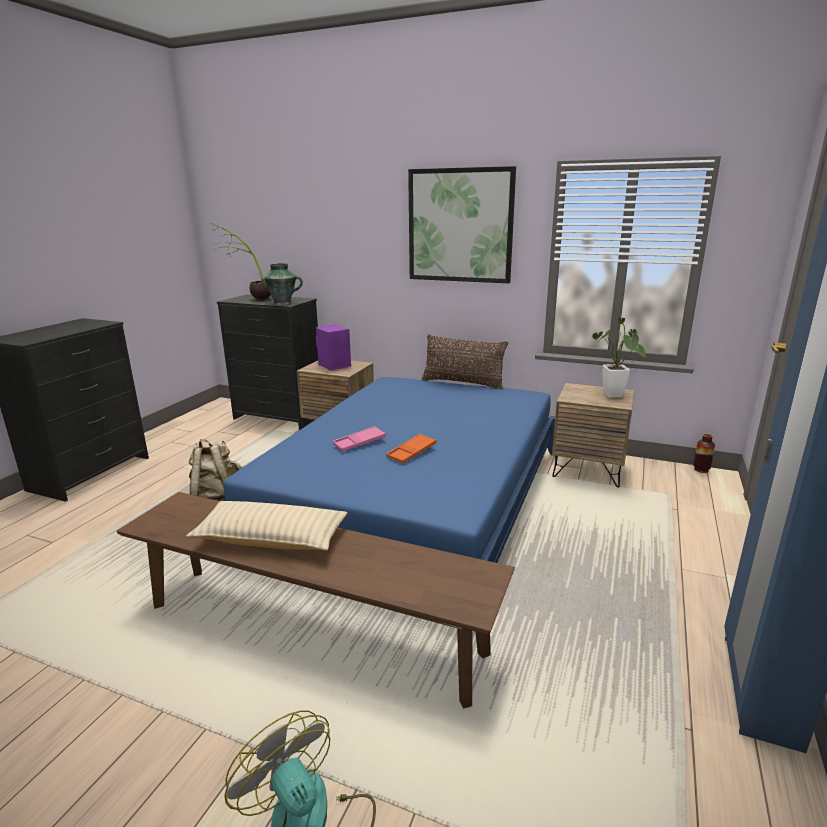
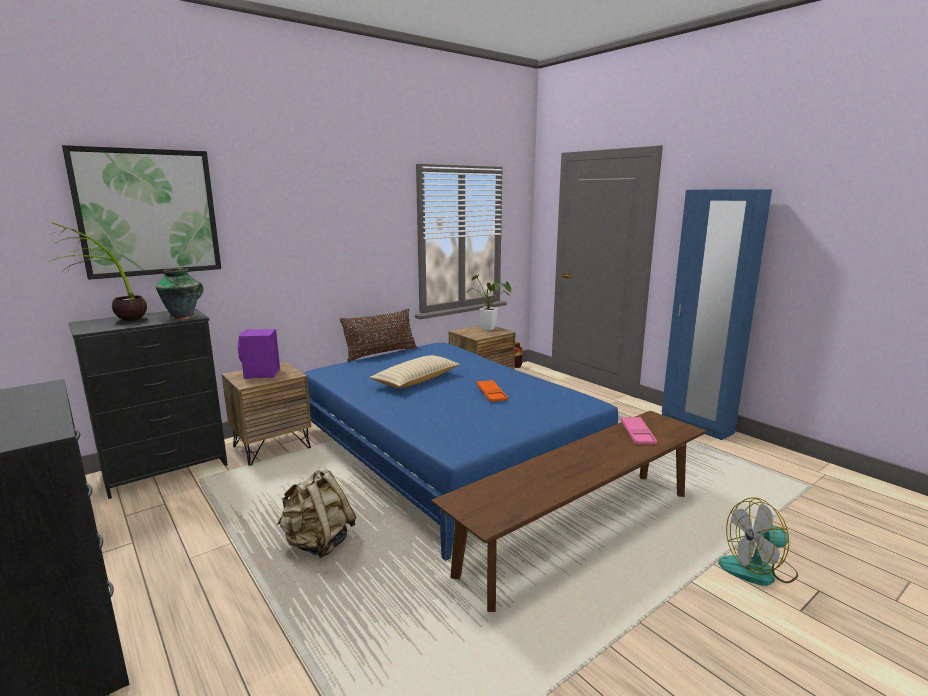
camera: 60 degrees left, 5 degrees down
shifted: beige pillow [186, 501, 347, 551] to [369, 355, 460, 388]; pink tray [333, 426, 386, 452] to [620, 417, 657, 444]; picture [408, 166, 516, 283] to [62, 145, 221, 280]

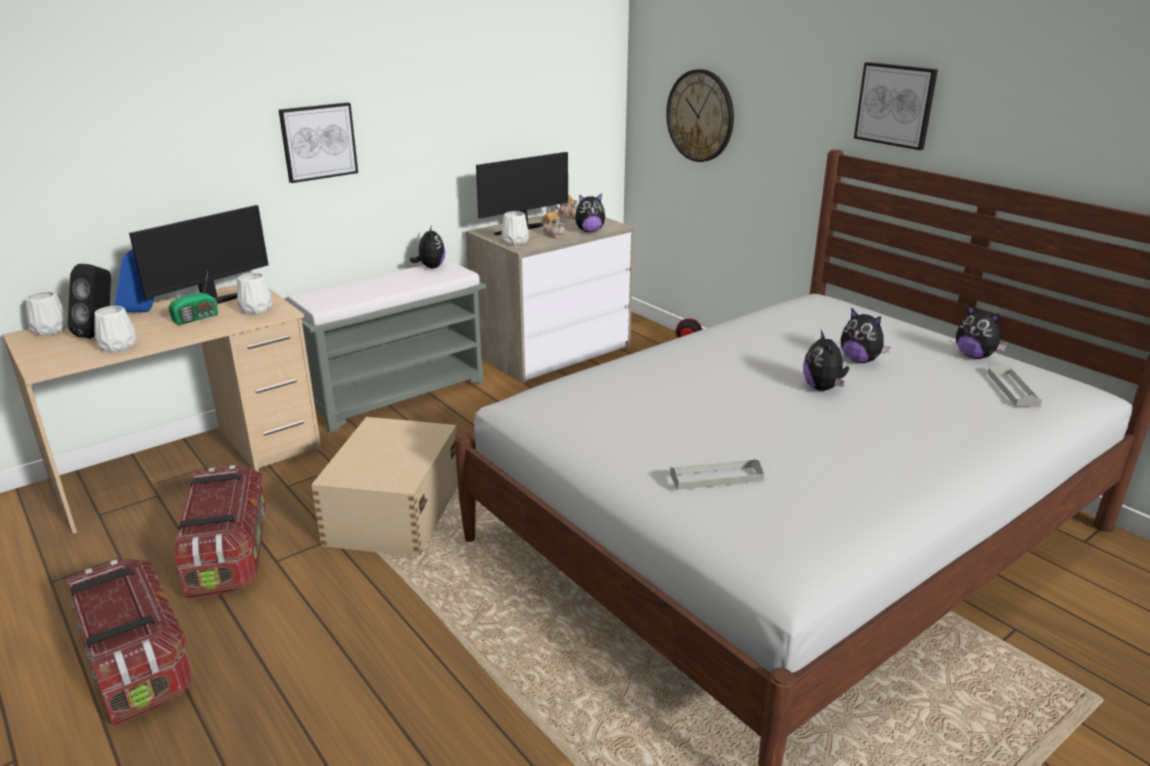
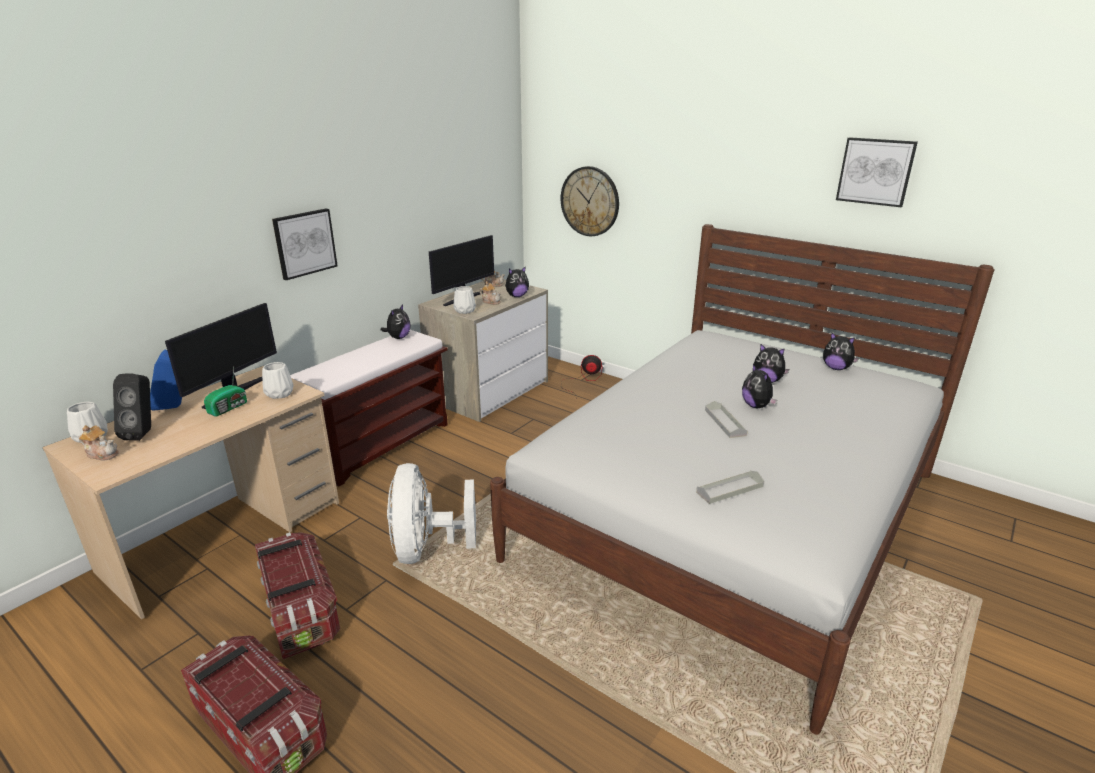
camera: 15 degrees left, 0 degrees up
gone: white vase [94, 306, 136, 352]
new: teapot [79, 425, 119, 460]
shifted: picture [854, 62, 938, 150] to [836, 137, 918, 207]; grey tray [987, 362, 1042, 407] to [705, 401, 747, 438]
swapped: beige storage box [311, 417, 458, 556] to white fan [387, 463, 476, 564]
repainted: grey bench [284, 259, 486, 433] to brown bench [290, 330, 448, 486]
rotated: plush toy [410, 227, 445, 268] = [381, 304, 411, 339] 45 degrees clockwise

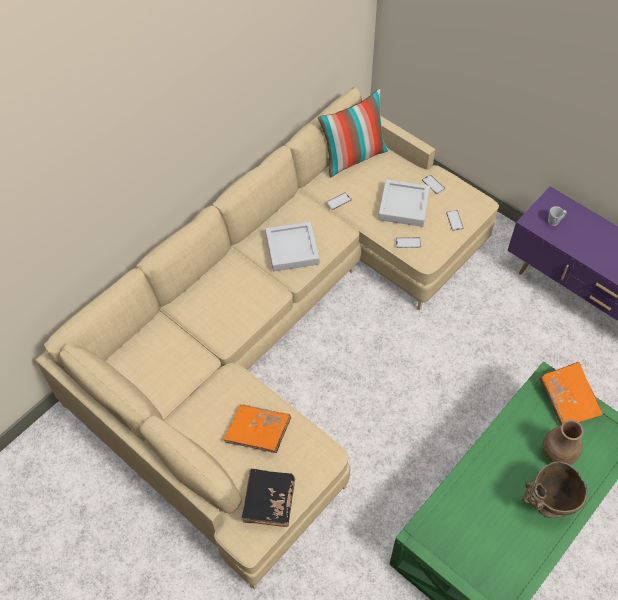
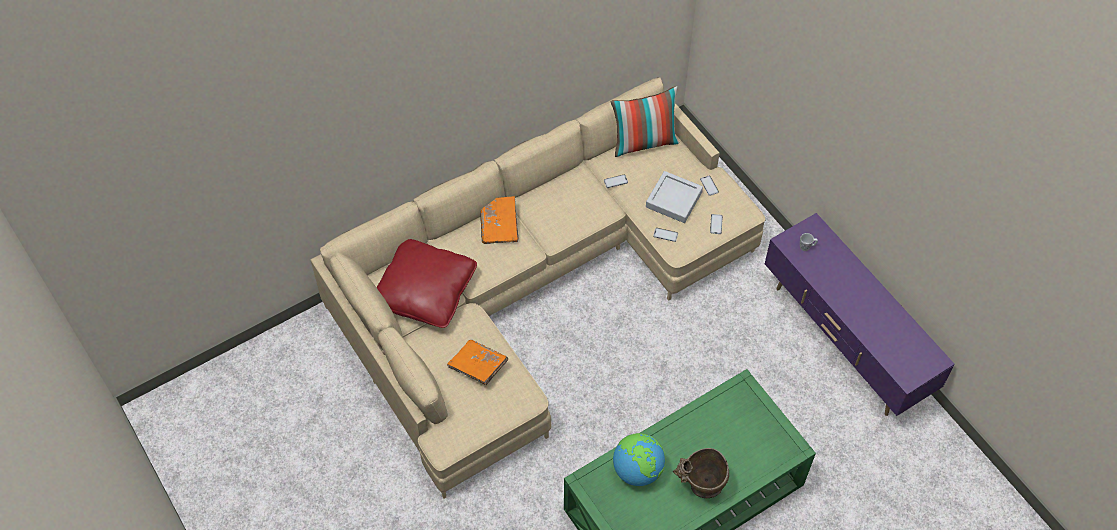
camera: 15 degrees right, 0 degrees up
gone: black book [242, 469, 295, 527]; grey tray [265, 222, 320, 272]; brown vase [543, 420, 584, 465]
new: red pillow [376, 239, 477, 328]; globe [613, 433, 665, 486]
shifted: orange book [540, 362, 603, 425] to [480, 196, 519, 244]

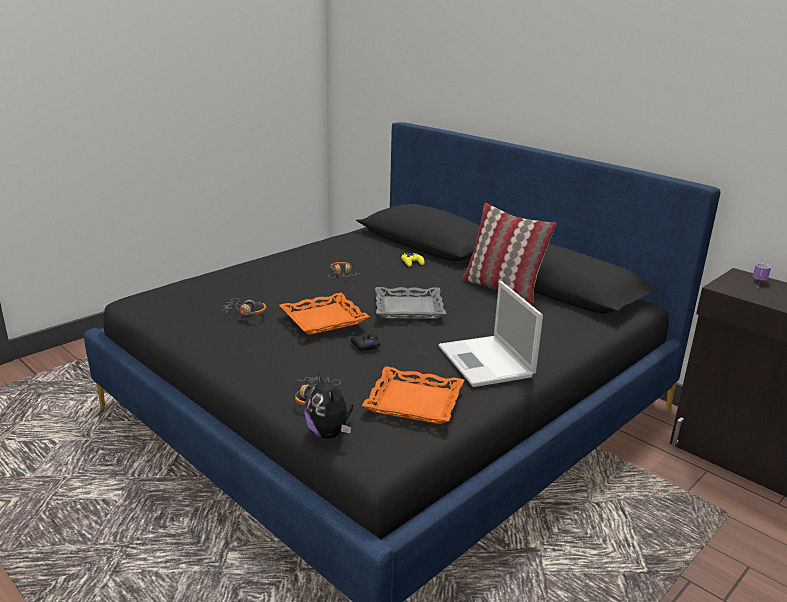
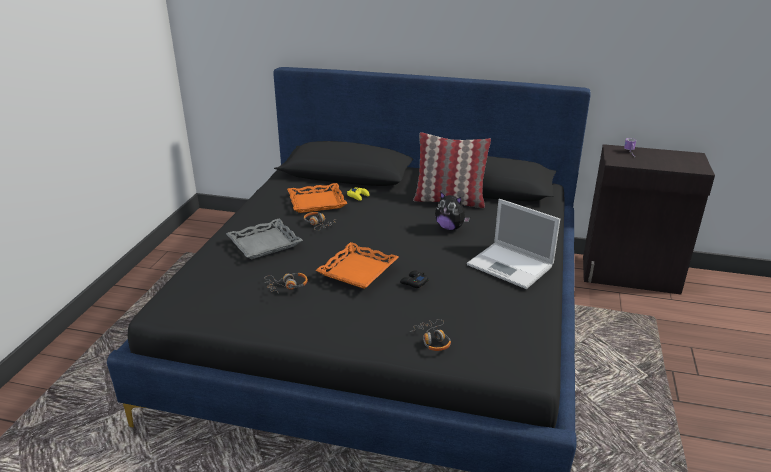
camera: 30 degrees left, 5 degrees up
shifted: plush toy [304, 372, 353, 439] to [435, 191, 470, 230]; orange tray [362, 367, 464, 424] to [287, 183, 347, 213]; grey tray [375, 287, 446, 319] to [226, 219, 303, 259]

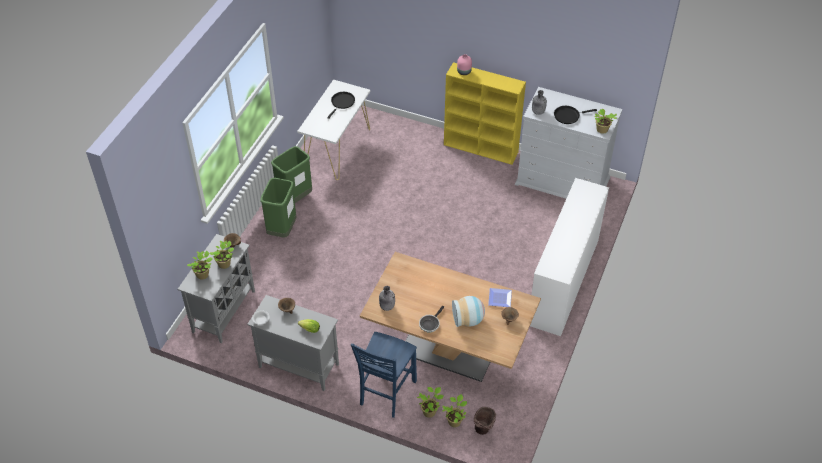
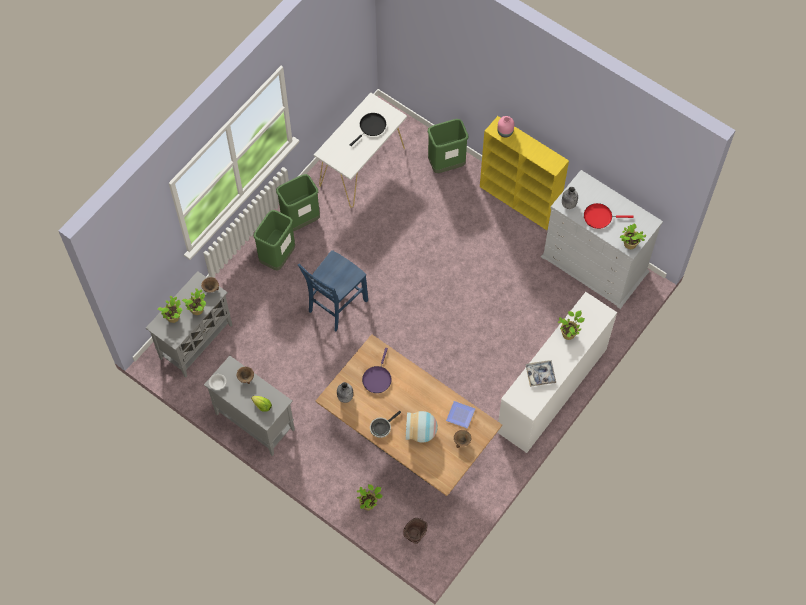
camera: 15 degrees right, 15 degrees up
new: purple frying pan [362, 348, 392, 393]; green trash can [428, 119, 468, 173]; tray [526, 360, 556, 387]
shifted: blue chair [351, 332, 417, 418] to [298, 250, 368, 332]; potted plant [442, 394, 467, 427] to [558, 310, 585, 340]
repainted: black frying pan [554, 106, 597, 124] to red frying pan [584, 203, 633, 229]

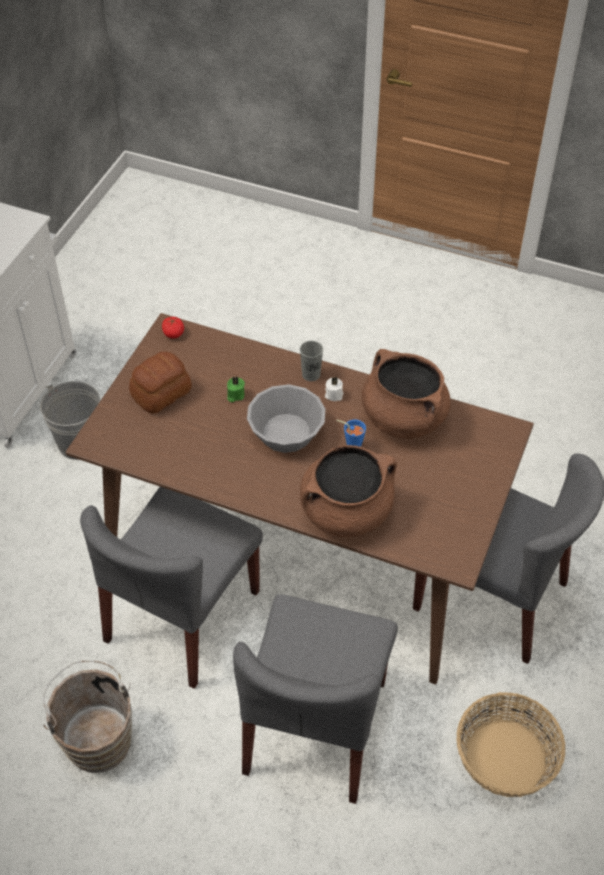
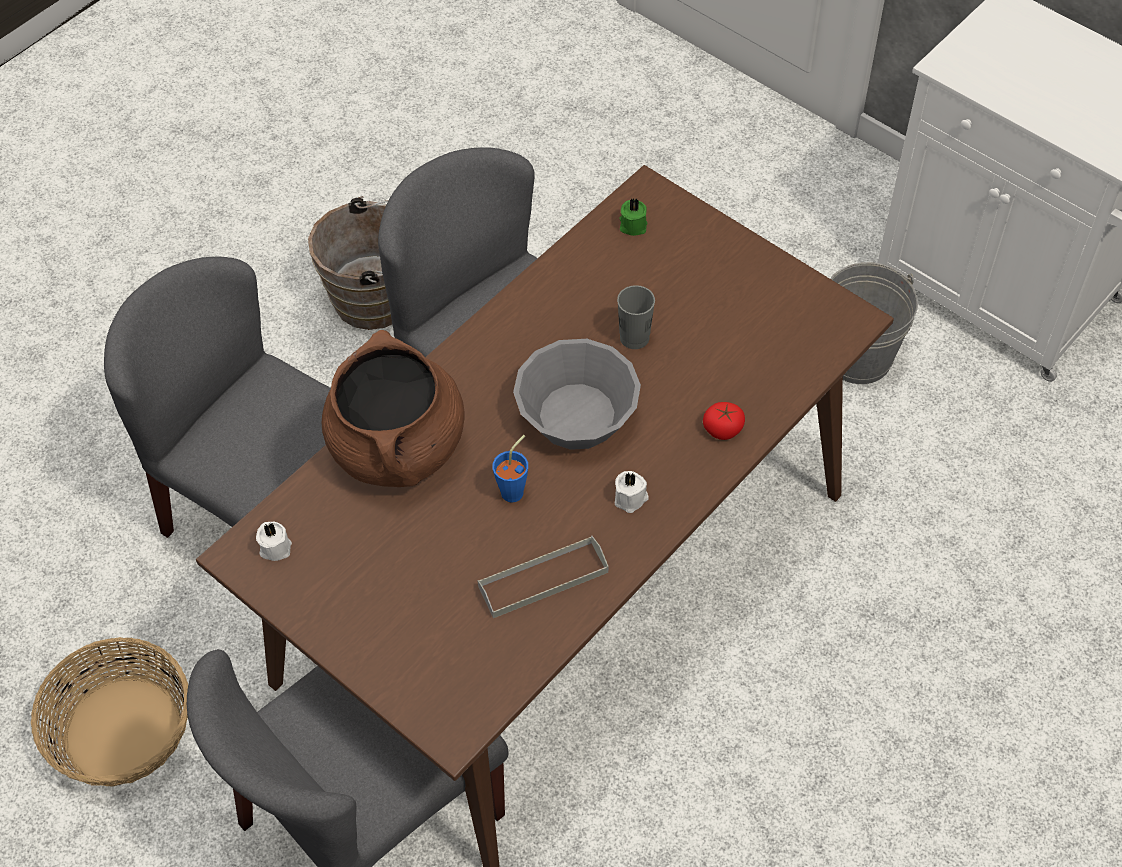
camera: 110 degrees right, 5 degrees up
gone: bread [129, 352, 192, 414]
new: white candle [256, 522, 292, 561]
shifted: tomato [162, 317, 184, 339] to [703, 402, 745, 440]; green candle [227, 376, 245, 402] to [619, 198, 647, 236]; grey cup [300, 341, 323, 381] to [617, 285, 655, 349]
swapped: brown cooking pot [362, 349, 451, 439] to grey tray [477, 536, 608, 618]

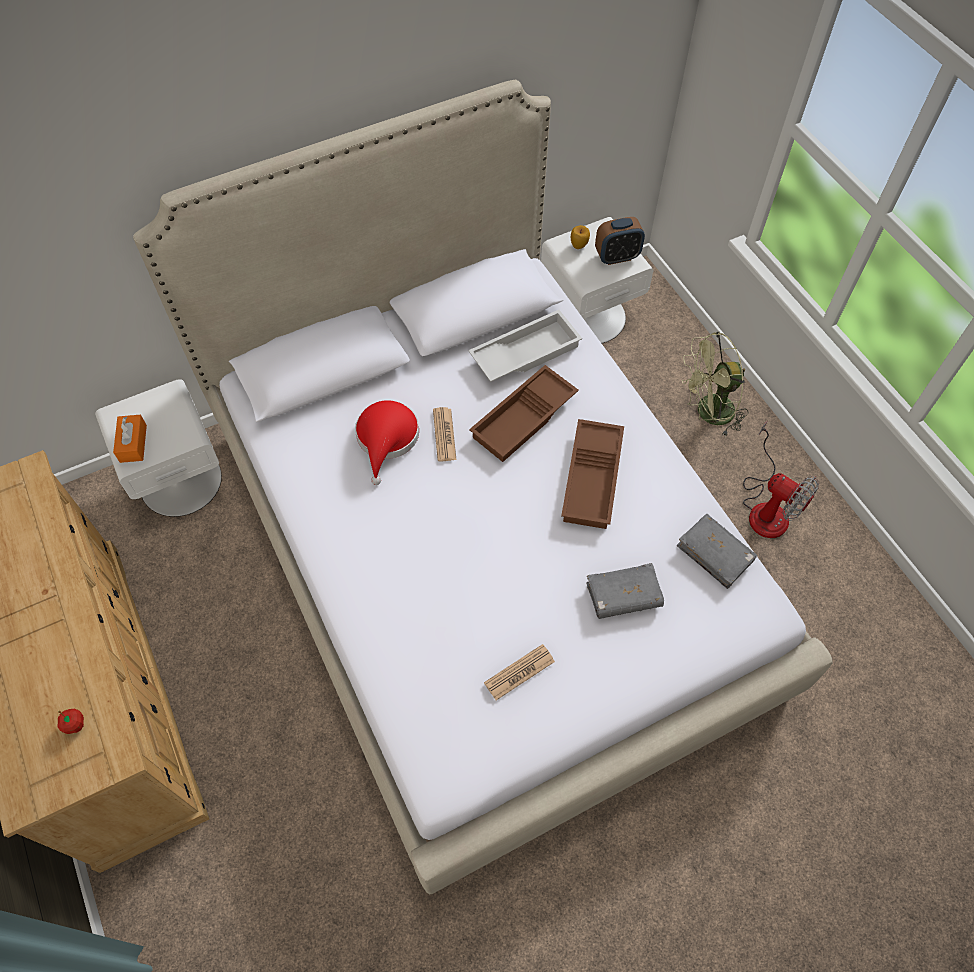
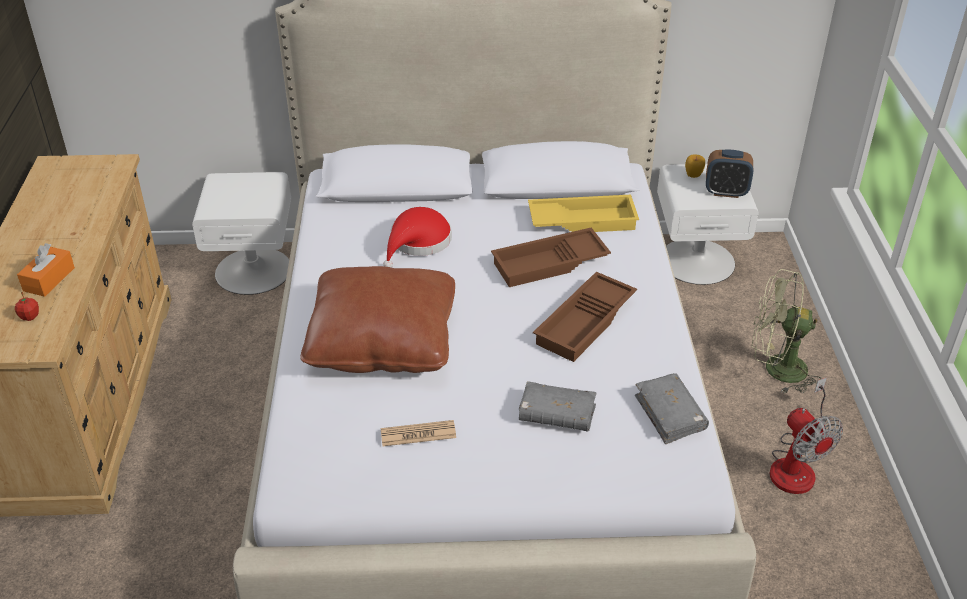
camera: 25 degrees right, 20 degrees down
gone: newspaper [433, 407, 456, 461]
new: brown pillow [300, 266, 455, 373]
shifted: orange tissue box [113, 415, 147, 463] to [17, 243, 75, 297]
repainted: white tray [468, 310, 582, 382] to yellow tray [528, 195, 639, 232]

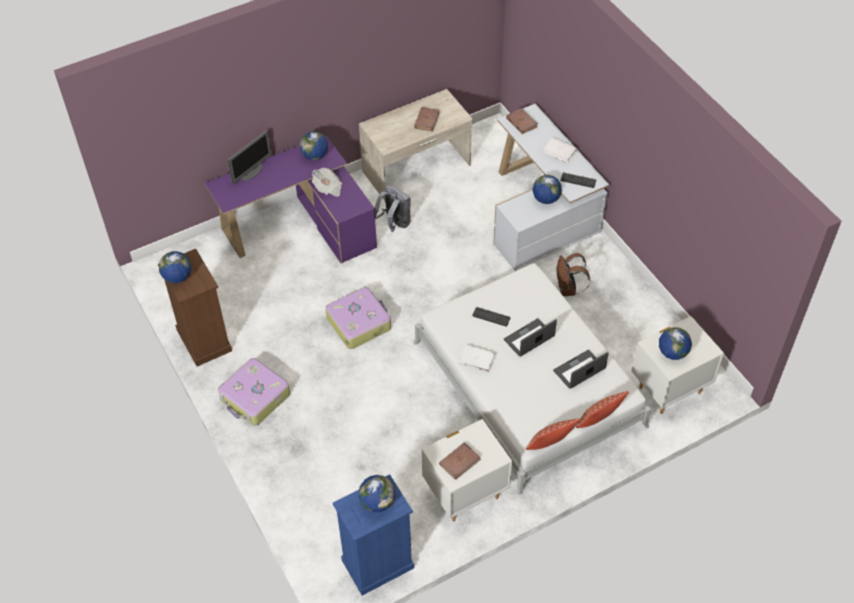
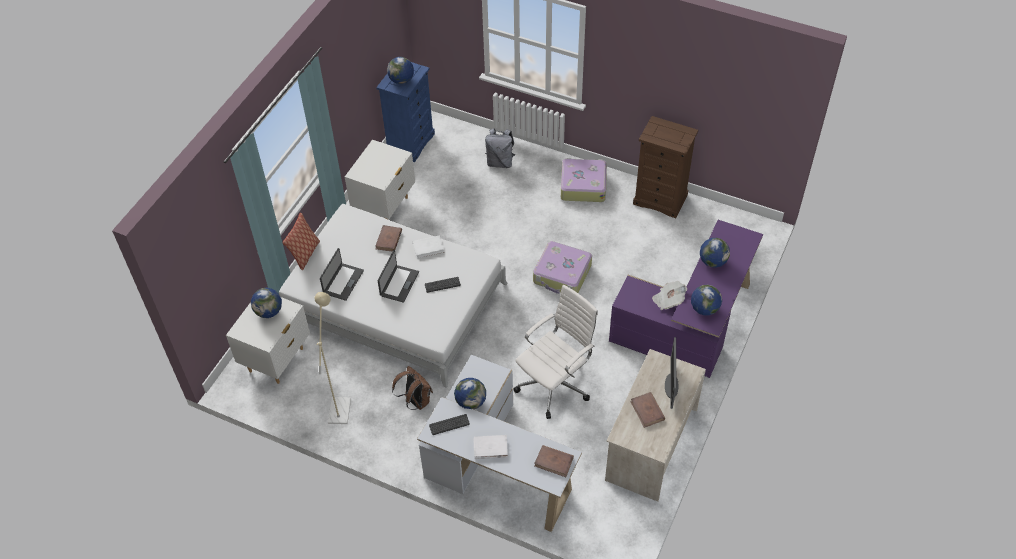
camera: 145 degrees right, 0 degrees up
gone: pillow [526, 418, 580, 450]
new: beige floor lamp [315, 292, 351, 424]; white office chair [513, 285, 598, 419]
shifted: globe [159, 251, 192, 283] to [700, 238, 730, 268]; monitor [227, 130, 272, 185] to [665, 337, 679, 409]; grey backpack [375, 186, 411, 232] to [485, 128, 515, 168]; brown book [439, 442, 481, 480] to [375, 225, 402, 252]

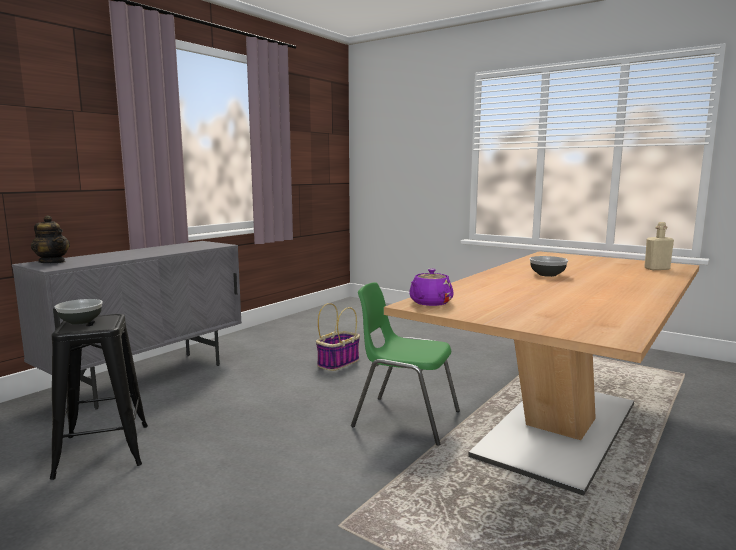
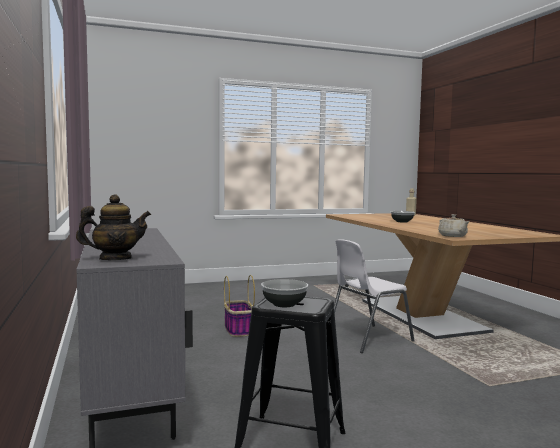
camera: 55 degrees left, 5 degrees down
repainted: green chair [351, 282, 460, 446] to white chair [334, 239, 415, 353]; purple teapot [409, 269, 454, 306] to beige teapot [438, 214, 470, 237]

